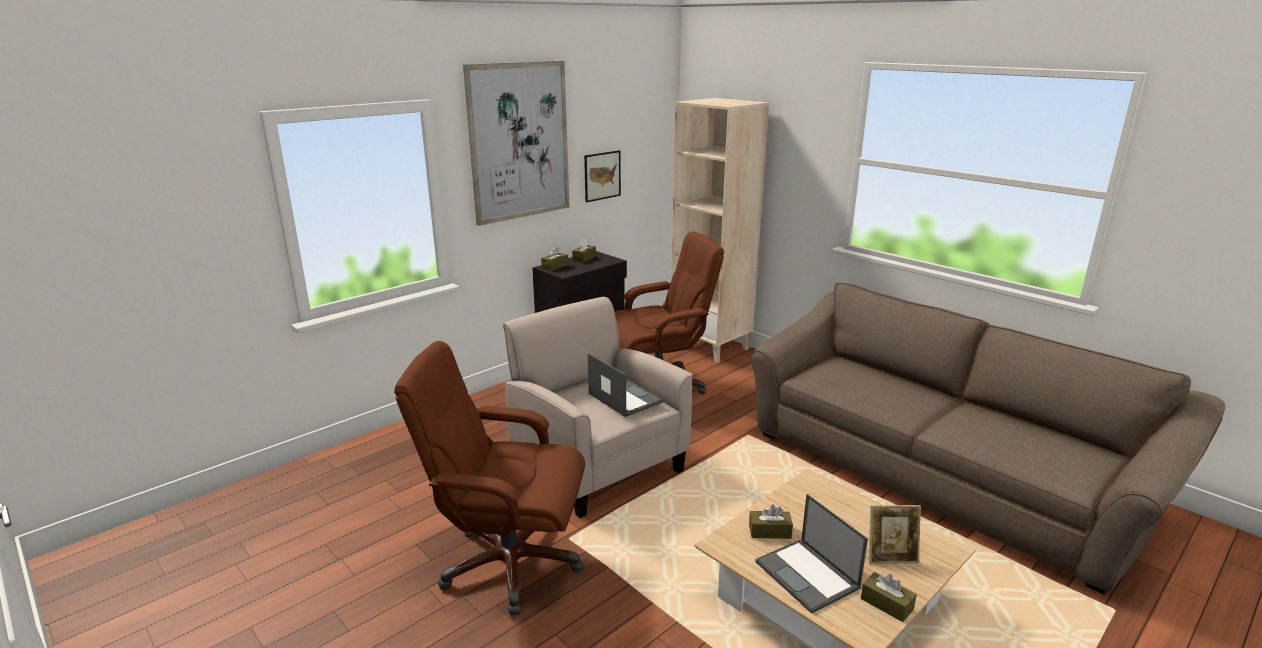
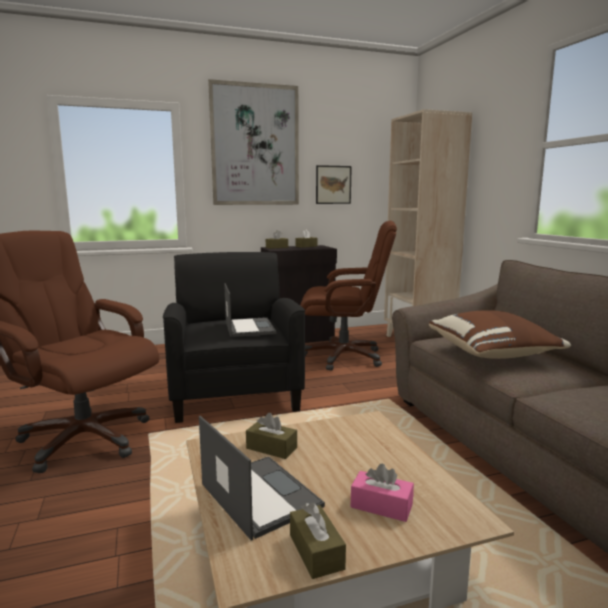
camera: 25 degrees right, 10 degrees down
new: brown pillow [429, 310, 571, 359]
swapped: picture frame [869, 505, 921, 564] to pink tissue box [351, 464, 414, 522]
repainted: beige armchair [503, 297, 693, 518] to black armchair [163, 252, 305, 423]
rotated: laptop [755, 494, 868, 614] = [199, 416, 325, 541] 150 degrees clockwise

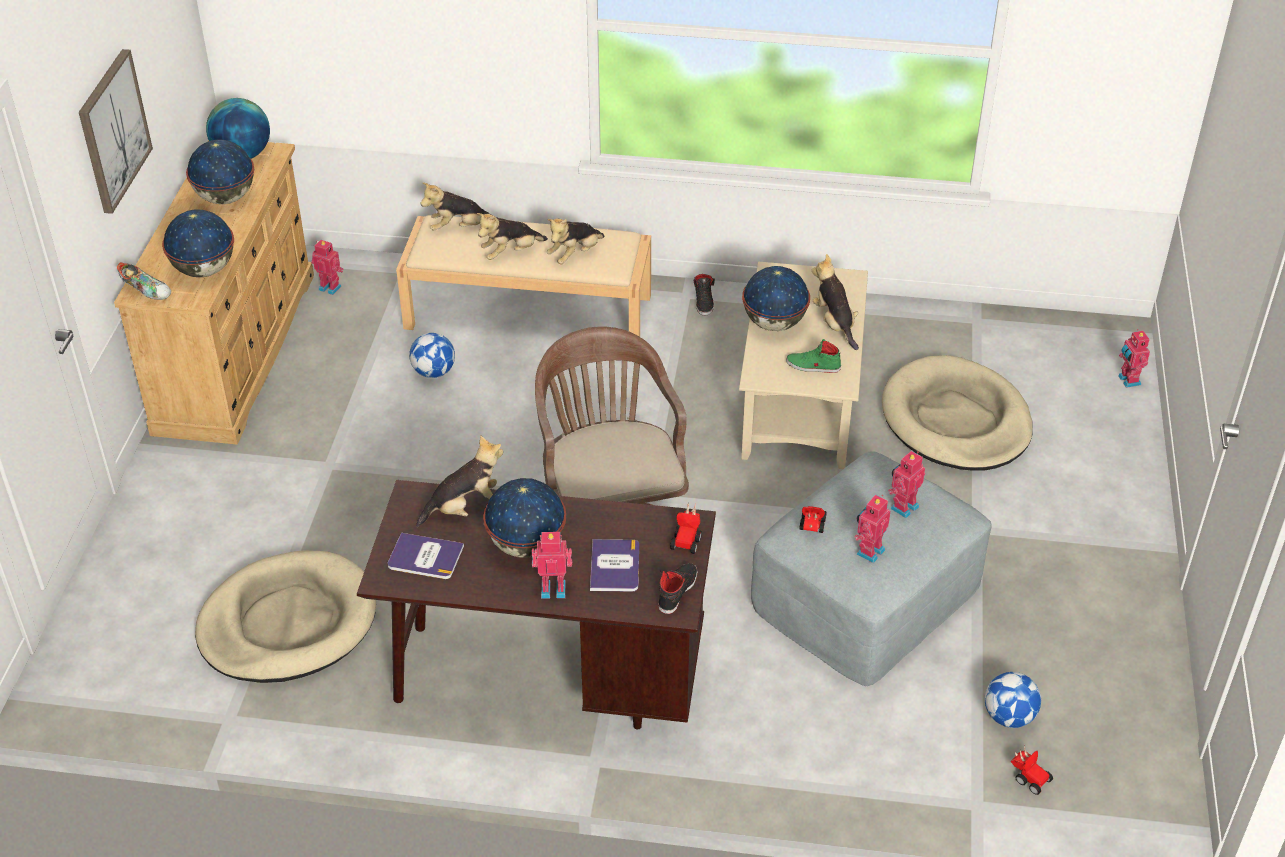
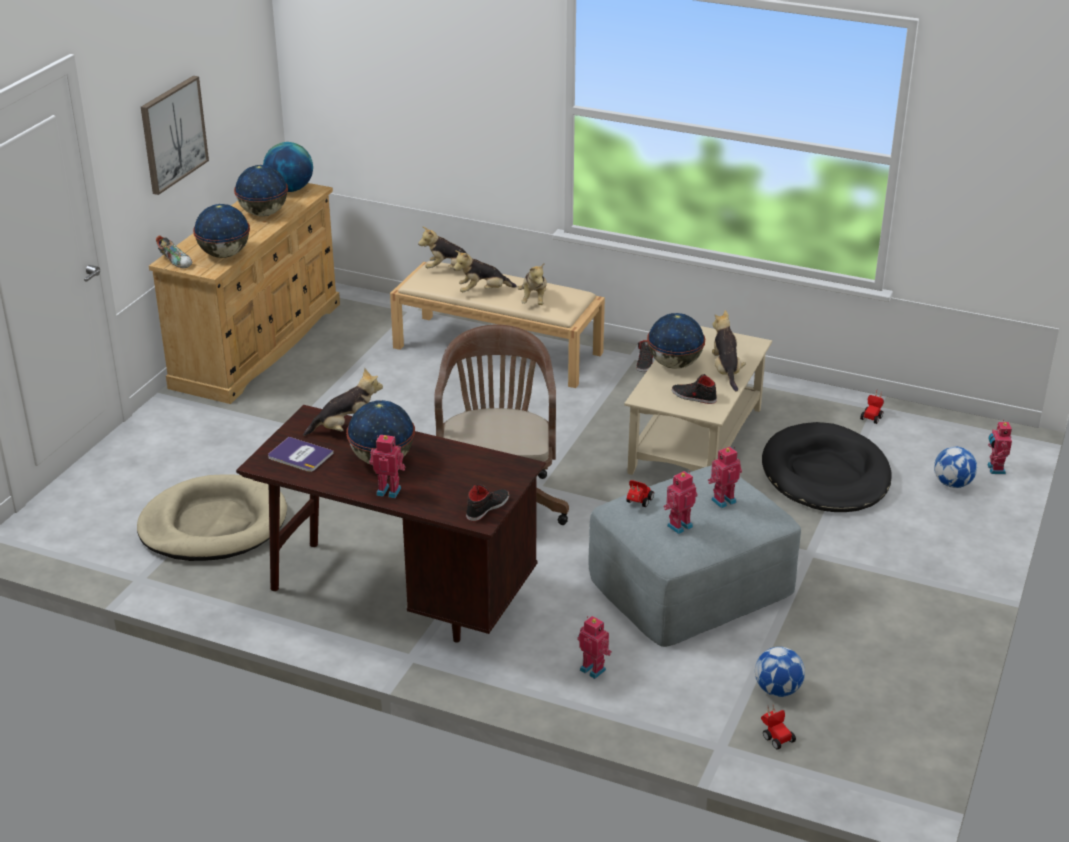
camera: 15 degrees right, 10 degrees down
gone: book [590, 539, 639, 592]
shifted: toy robot [311, 240, 344, 295] to [577, 616, 612, 679]; football [409, 333, 455, 378] to [934, 446, 977, 488]; toy car [670, 501, 702, 554] to [860, 391, 884, 424]
repainted: green shoe [786, 339, 841, 373] to black shoe [672, 374, 717, 404]; beige dog bed [882, 355, 1033, 471] to black dog bed [762, 422, 892, 512]
rotated: plush toy [547, 219, 605, 265] = [517, 262, 547, 305] 60 degrees counterclockwise

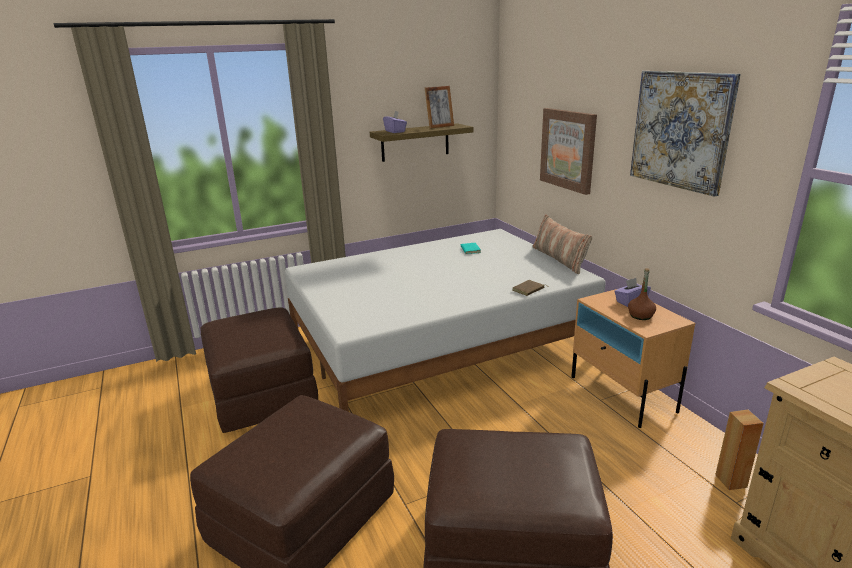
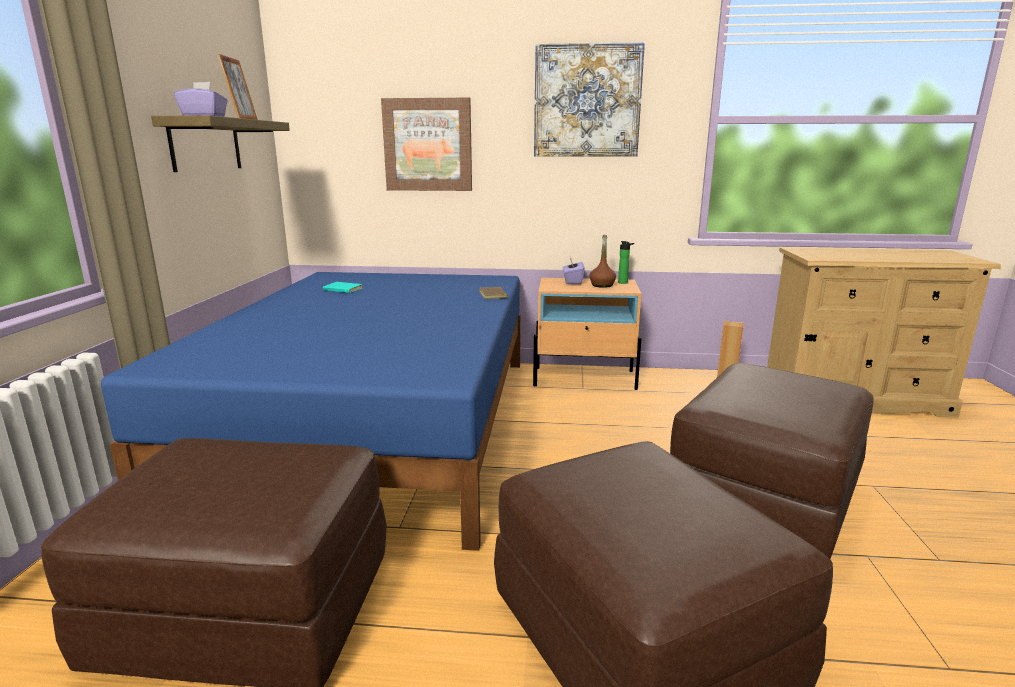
camera: 60 degrees left, 5 degrees down
gone: pillow [532, 214, 593, 274]
new: bottle [618, 241, 634, 284]
repainted: white bed [285, 229, 606, 412] to blue bed [101, 272, 521, 551]

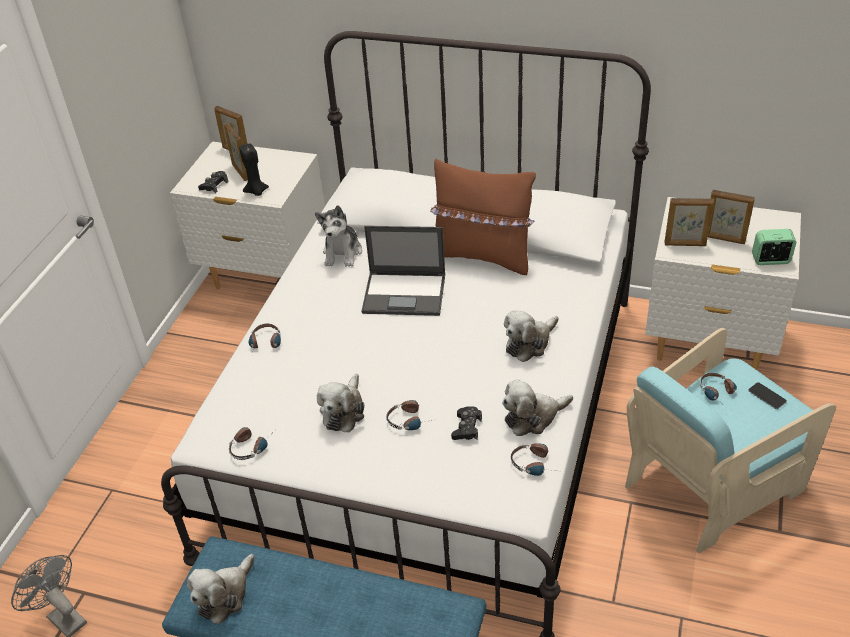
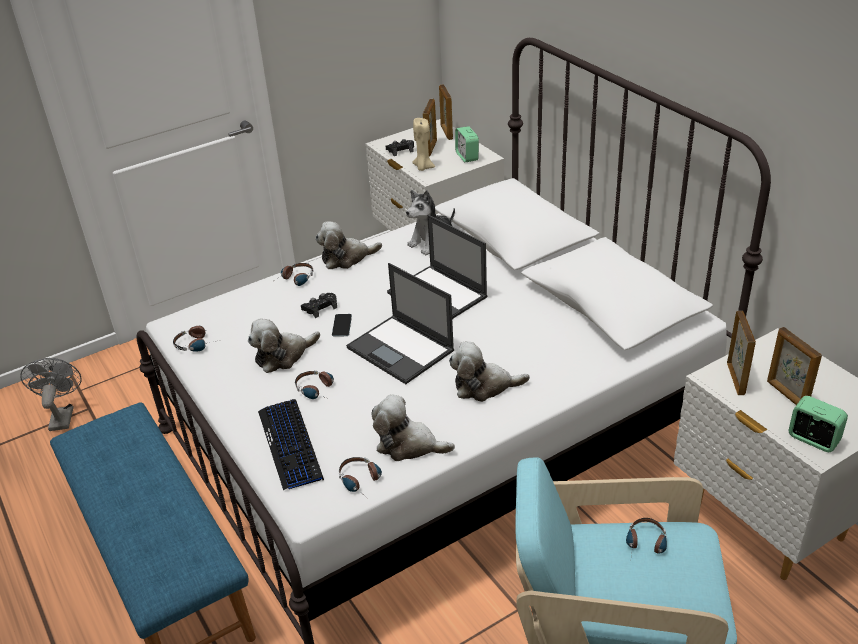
camera: 40 degrees right, 5 degrees down
gone: brown pillow [430, 158, 536, 275]
new: keyboard [258, 399, 324, 491]; laptop [346, 263, 454, 384]; alarm clock [455, 126, 479, 162]
shifted: plush toy [187, 554, 255, 625] to [315, 221, 382, 269]; black game controller [451, 406, 482, 440] to [301, 293, 337, 318]; phone [748, 382, 787, 409] to [332, 314, 352, 337]
repainted: black candle [240, 144, 269, 196] to beige candle [412, 118, 435, 171]
rotated: picture frame [664, 198, 714, 246] = [727, 311, 756, 395] 135 degrees counterclockwise

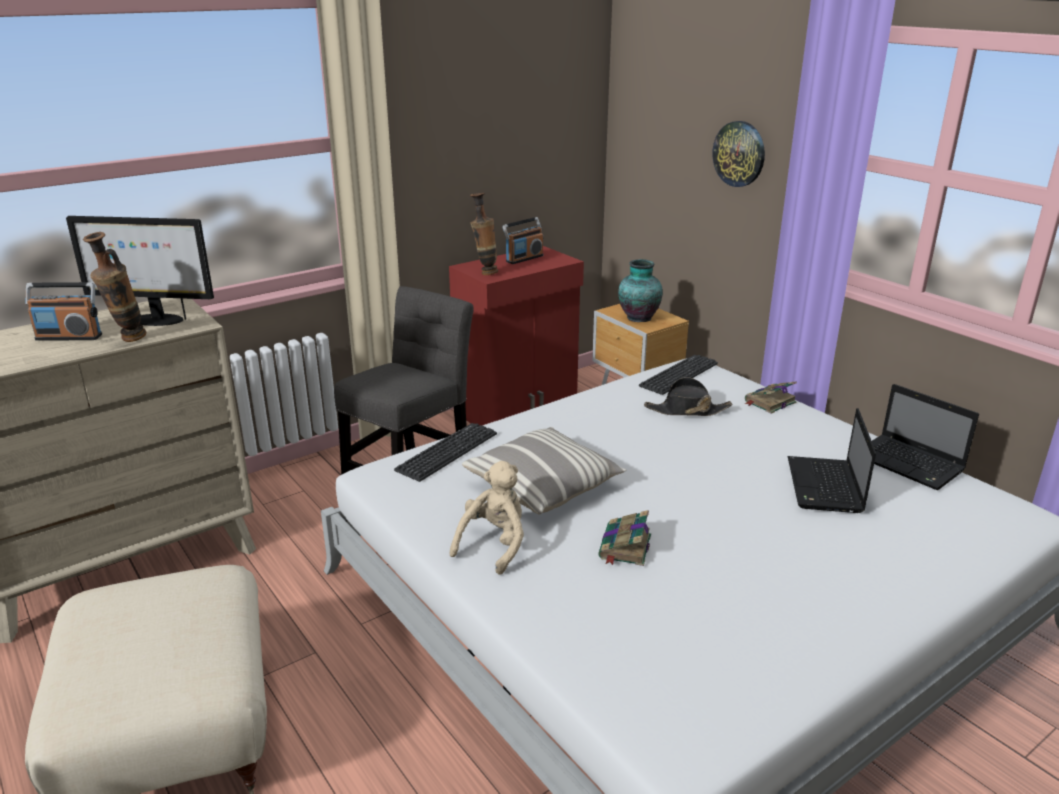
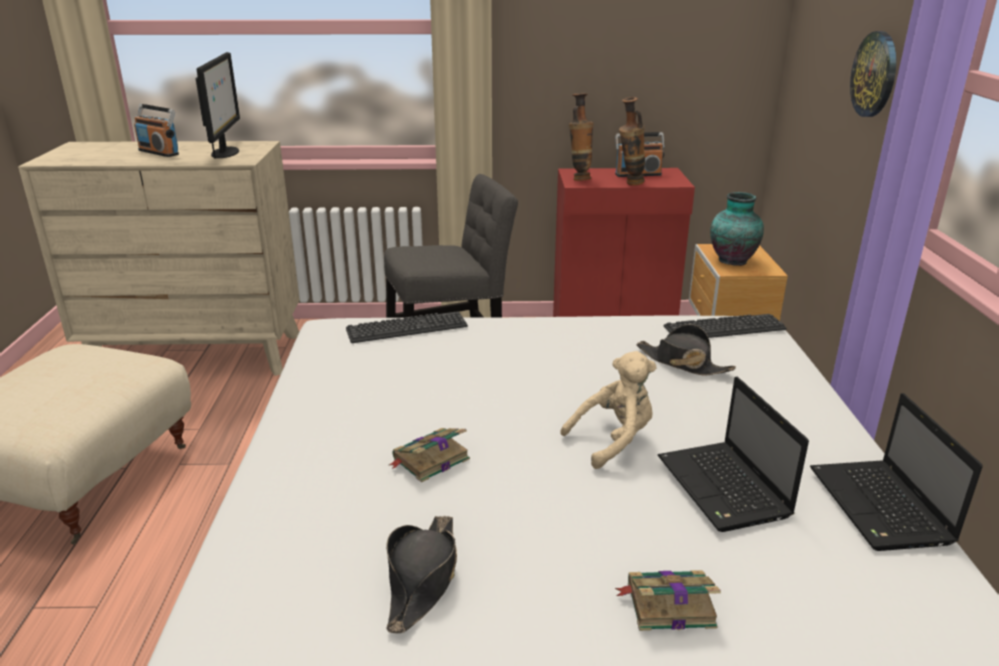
camera: 35 degrees right, 0 degrees up
gone: pillow [462, 427, 626, 515]
new: black hat [386, 516, 457, 633]
shifted: vase [83, 232, 146, 342] to [619, 97, 645, 185]; beige plush toy [450, 461, 524, 575] to [560, 351, 657, 469]; book [745, 381, 797, 414] to [615, 570, 721, 631]
rotated: monitor [66, 216, 214, 326] = [196, 52, 240, 159] 135 degrees counterclockwise; laptop [788, 408, 876, 513] = [658, 377, 809, 532] 60 degrees counterclockwise

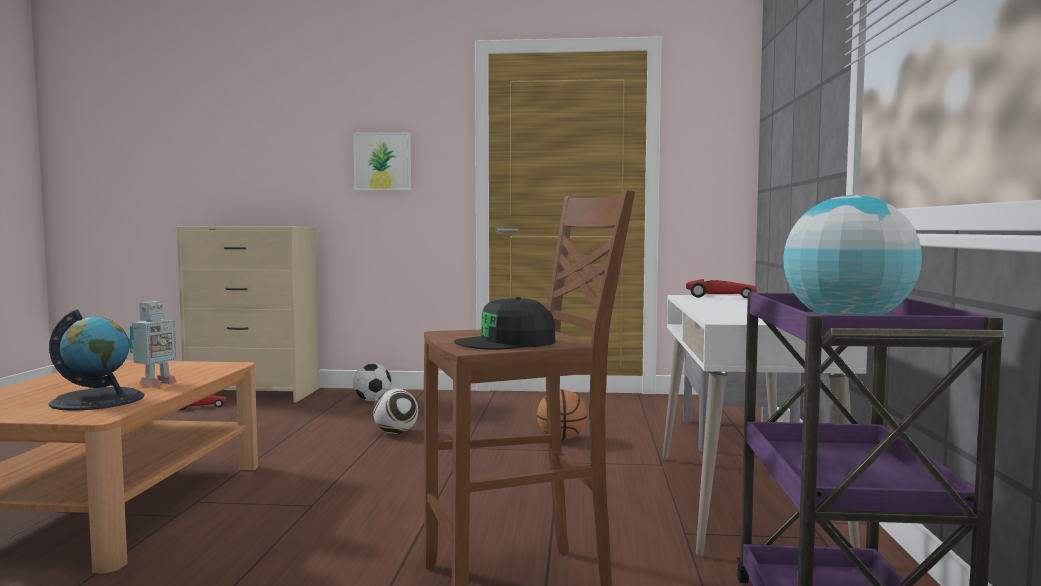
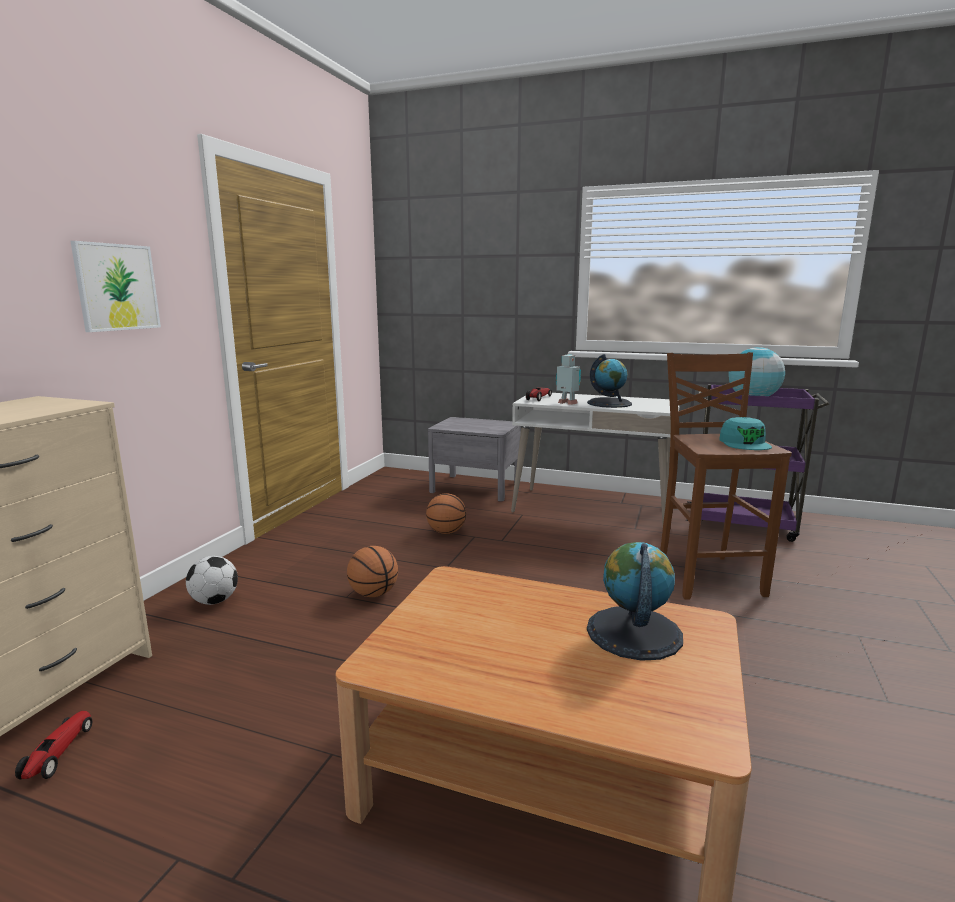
camera: 75 degrees left, 10 degrees up
new: globe [587, 354, 632, 408]
shifted: toy robot [128, 301, 177, 387] to [556, 354, 581, 405]
swapped: football [373, 389, 418, 434] to basketball [347, 546, 398, 597]
repainted: black cap [454, 297, 555, 350] to turquoise cap [719, 417, 772, 450]

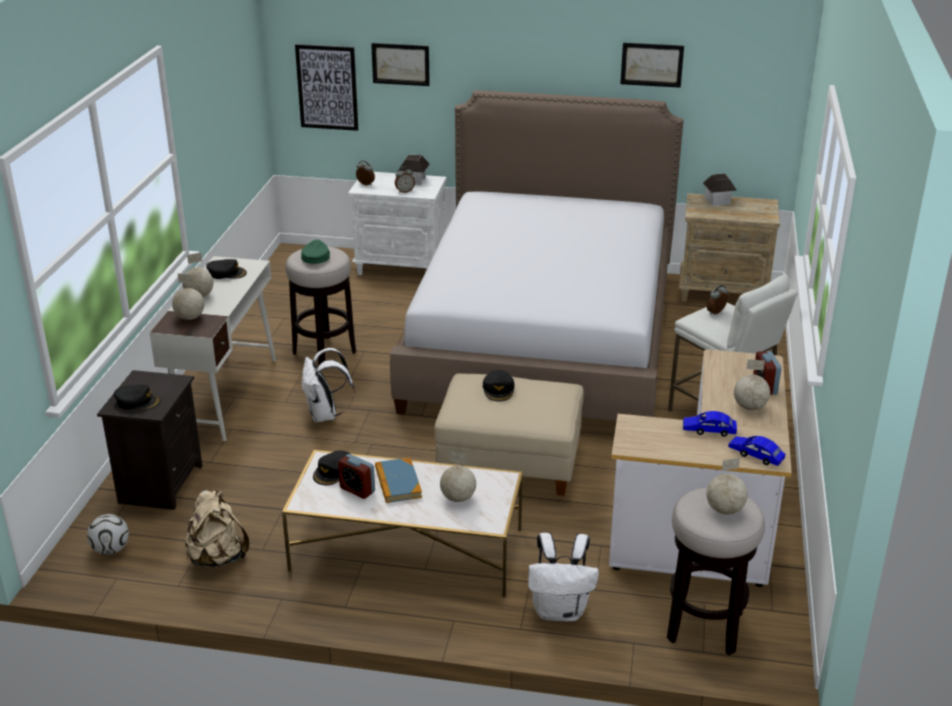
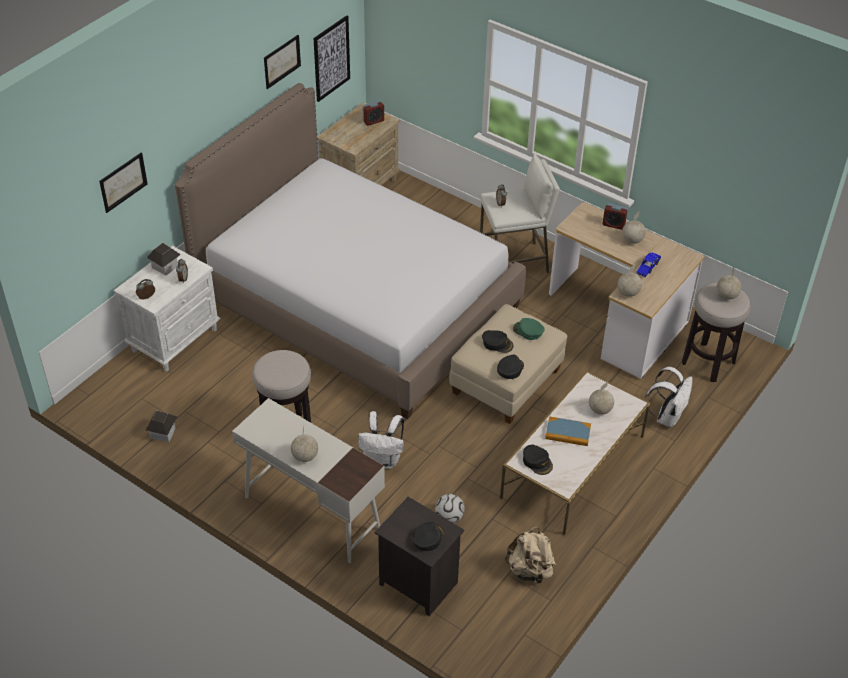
camera: 65 degrees left, 15 degrees up
gone: blue toy car [728, 436, 785, 466]
shifted: football [87, 514, 129, 555] to [435, 494, 465, 523]; globe [172, 273, 204, 320] to [618, 263, 642, 297]; black cap [206, 259, 247, 279] to [497, 355, 524, 379]; picture [295, 44, 358, 131] to [314, 15, 350, 102]; green cap [301, 239, 330, 264] to [513, 318, 545, 340]; alarm clock [338, 454, 375, 499] to [363, 101, 384, 126]; toy house [703, 173, 737, 206] to [145, 410, 177, 442]

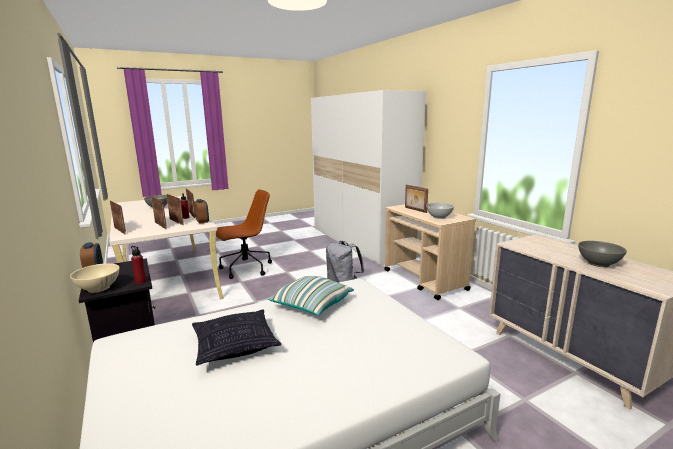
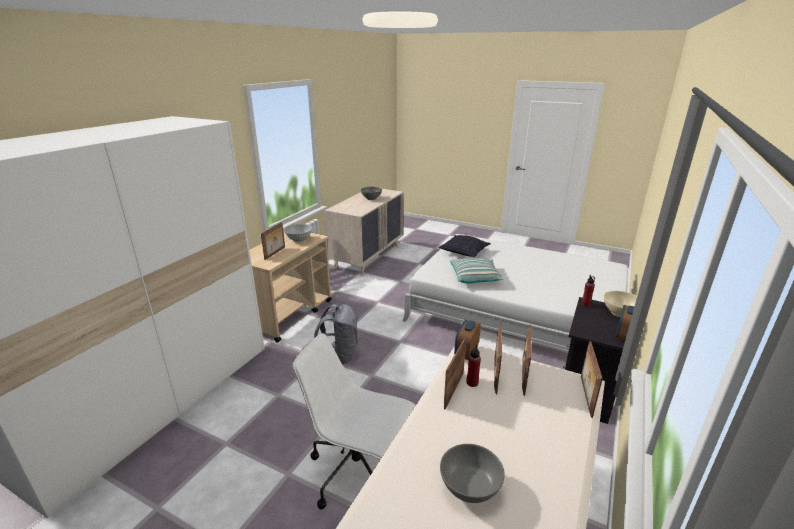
camera: 125 degrees left, 10 degrees up
shifted: pillow [192, 309, 281, 366] to [438, 235, 491, 257]
repainted: brown office chair [216, 189, 272, 279] to white office chair [292, 333, 416, 510]

